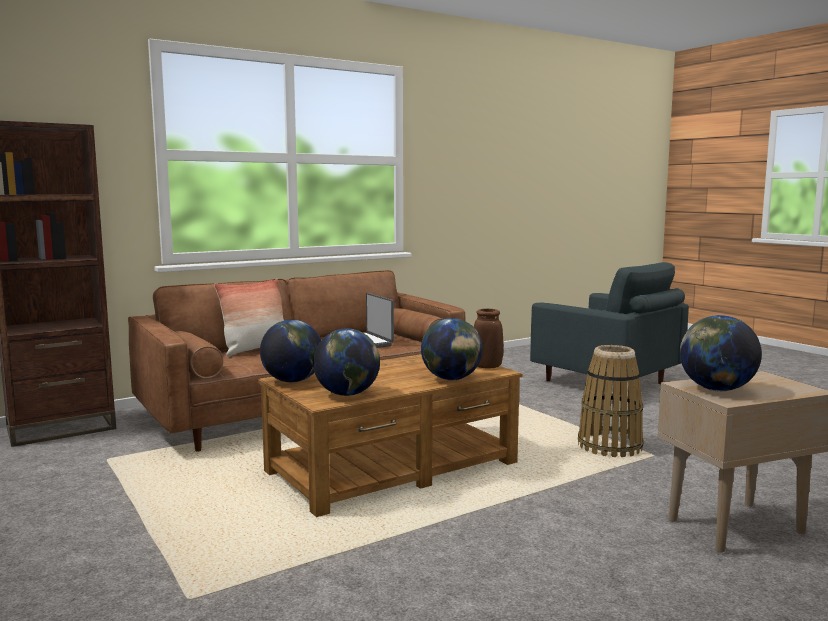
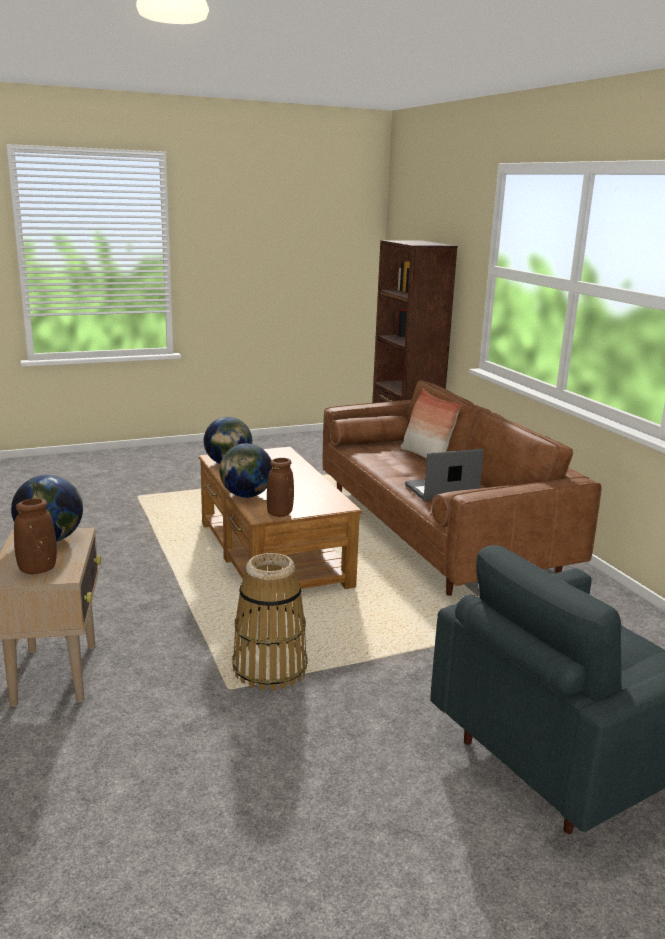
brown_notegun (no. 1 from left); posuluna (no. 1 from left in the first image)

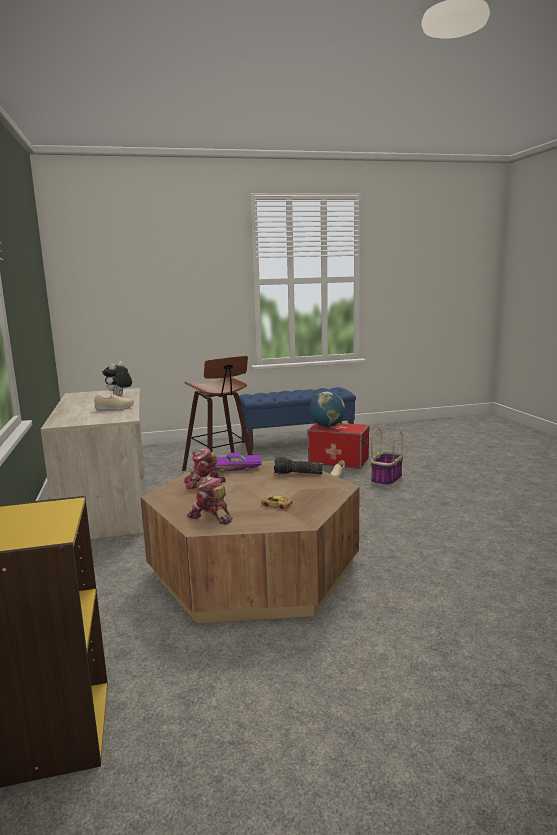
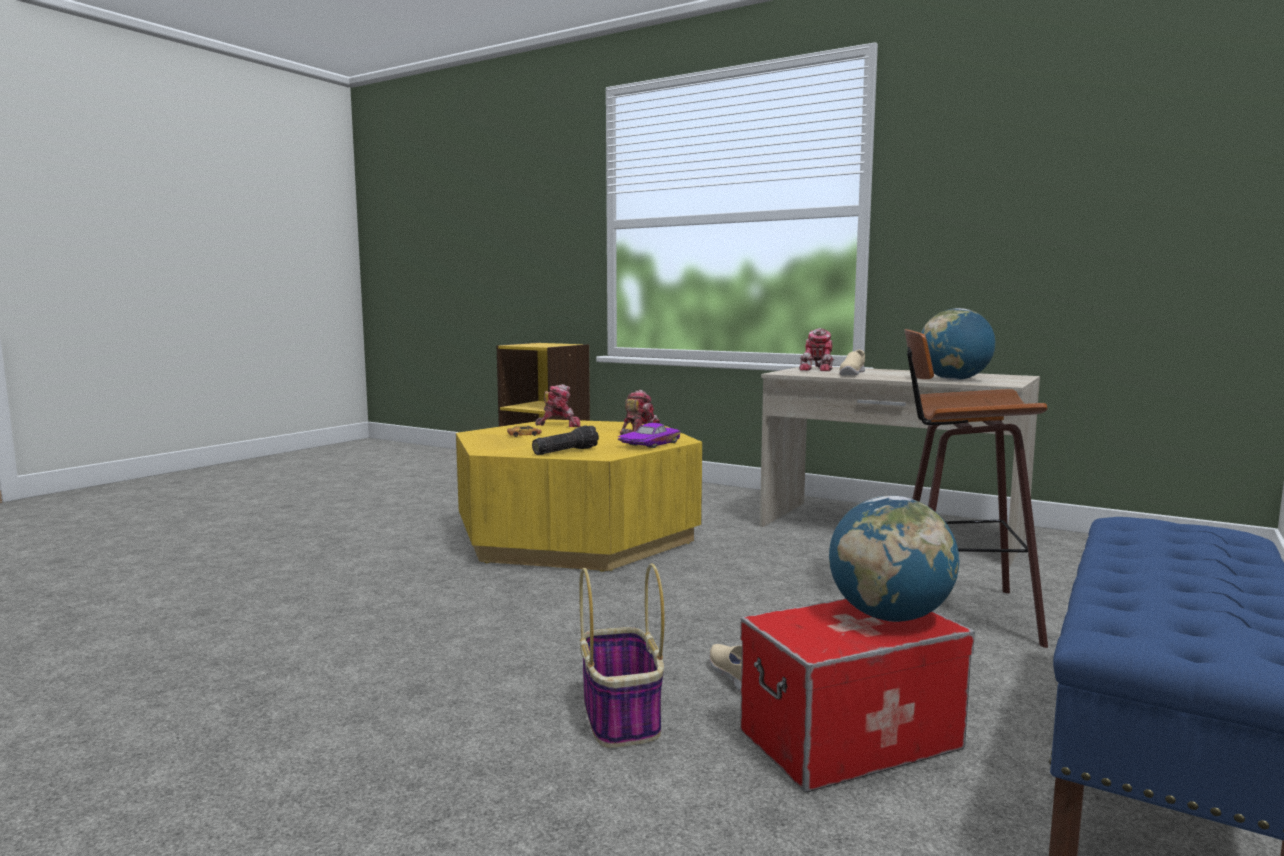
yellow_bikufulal; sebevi (no. 3 from left); posuluna (no. 2 from left)

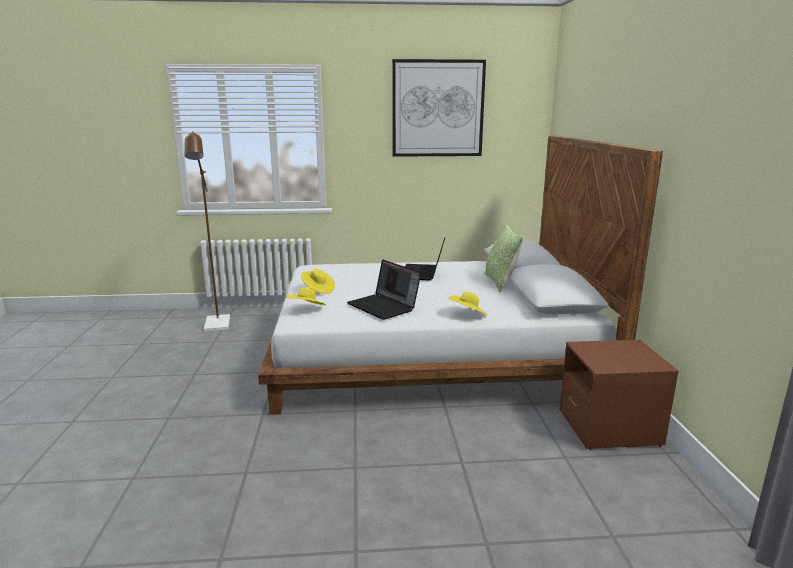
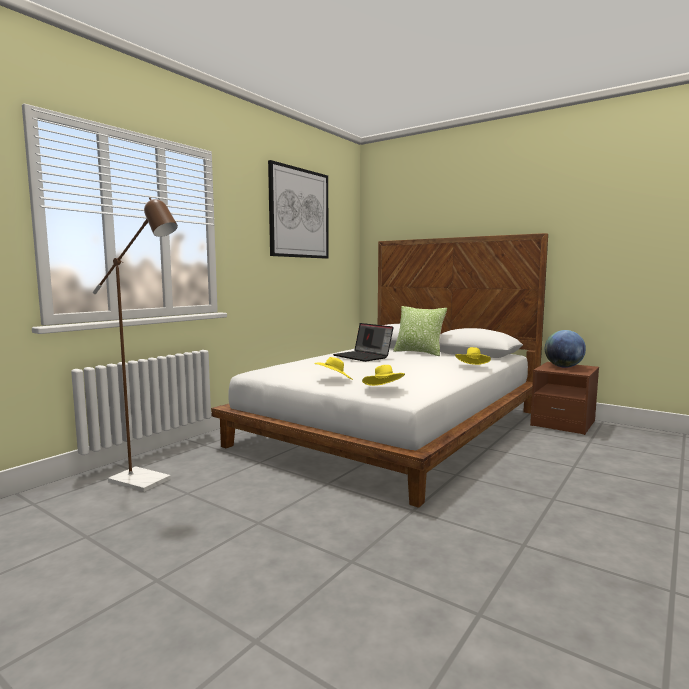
posuluna; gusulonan (no. 1 from left in the first image)

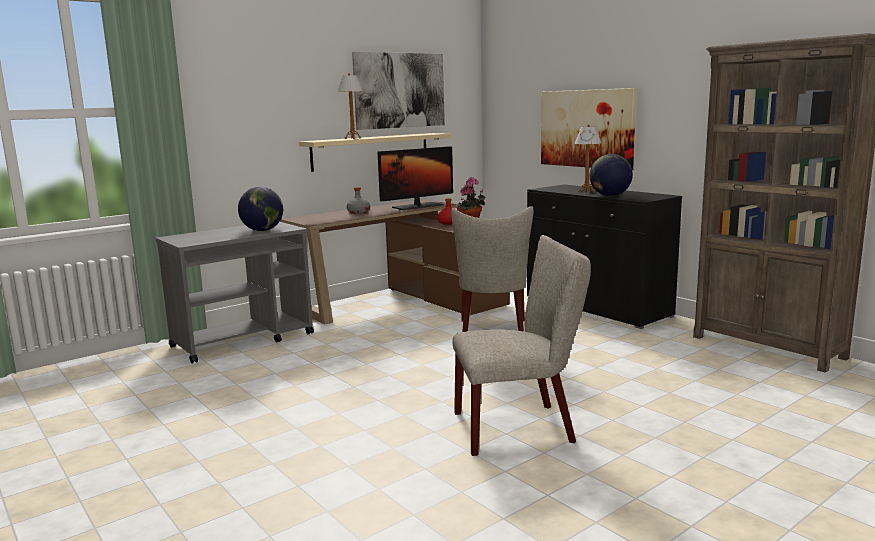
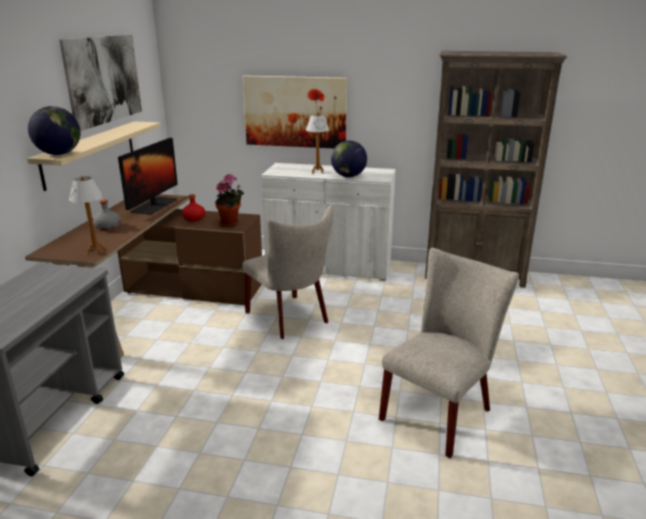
posuluna (no. 1 from left); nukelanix (no. 1 from left); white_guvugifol

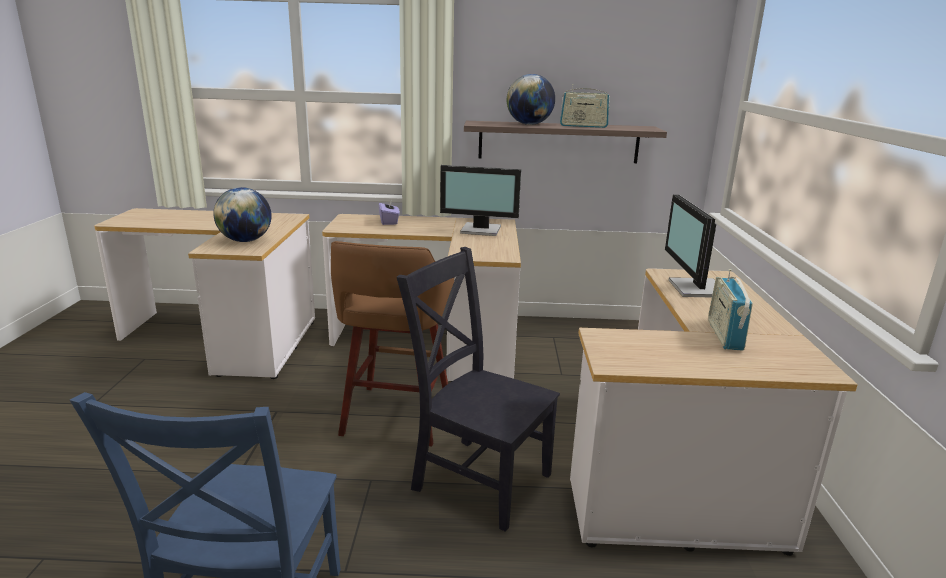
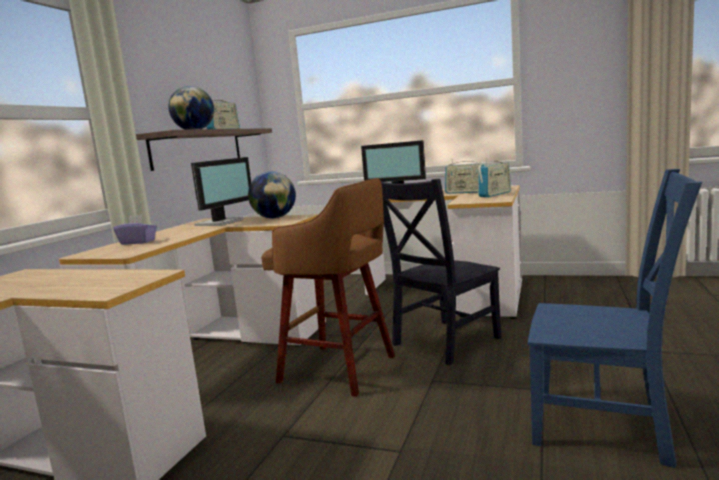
posuluna (no. 2 from left); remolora (no. 3 from left)

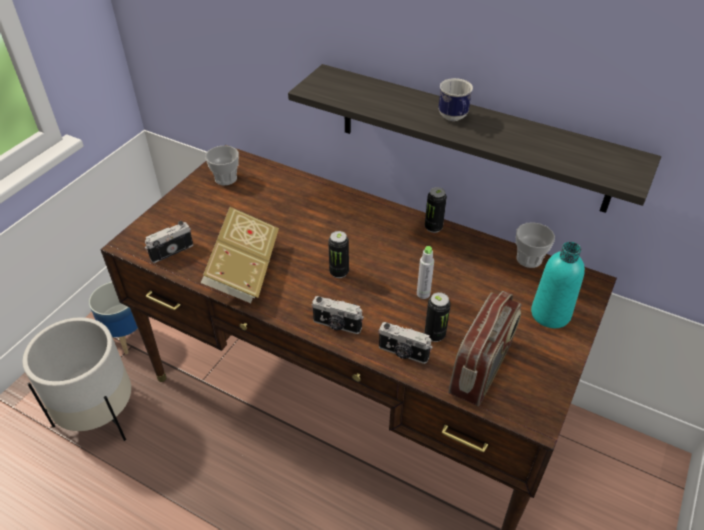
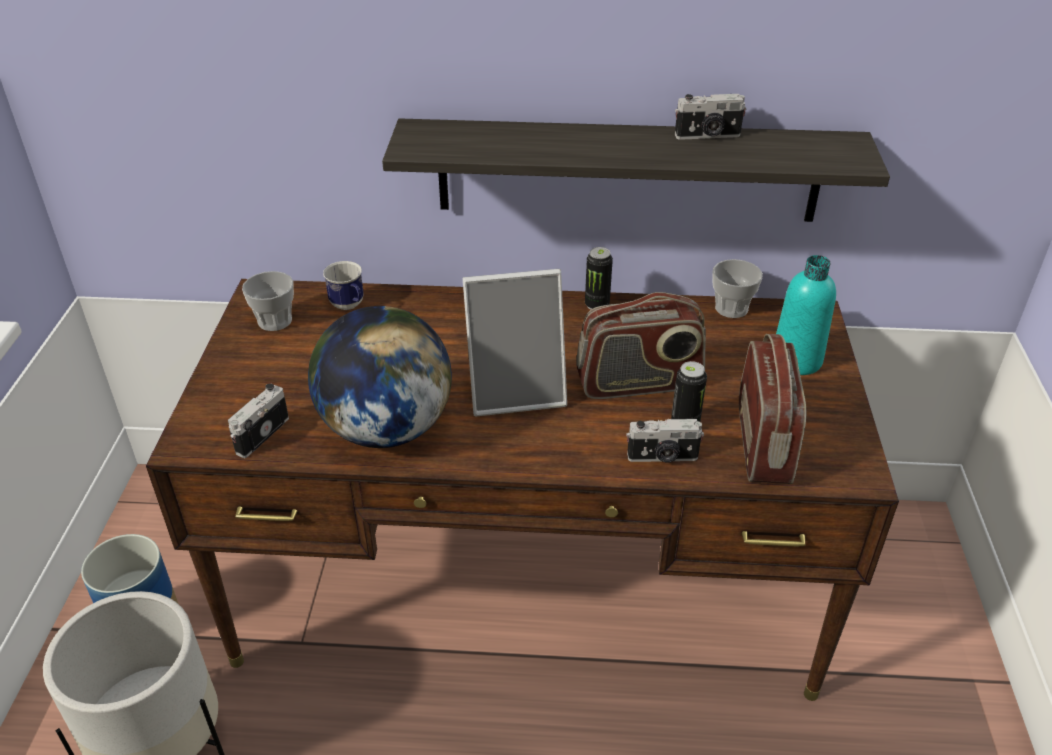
posuluna; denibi; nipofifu; remolora (no. 1 from left); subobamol (no. 3 from left)

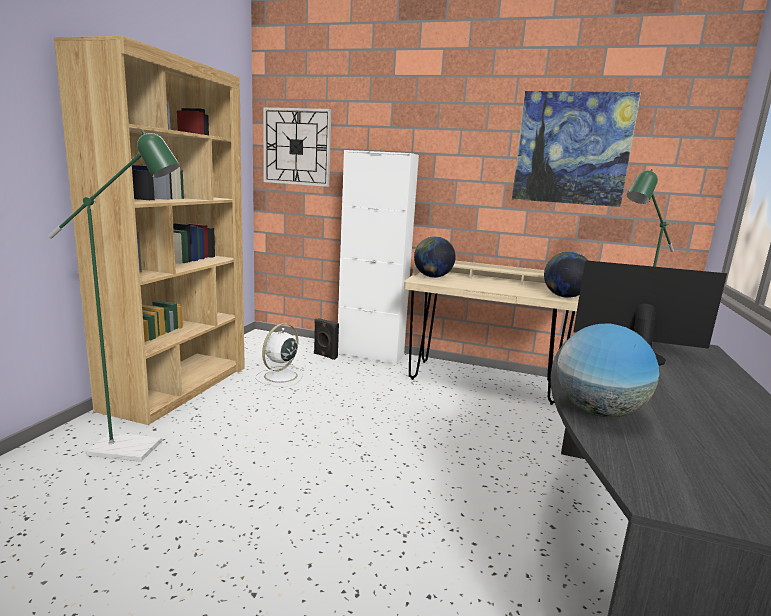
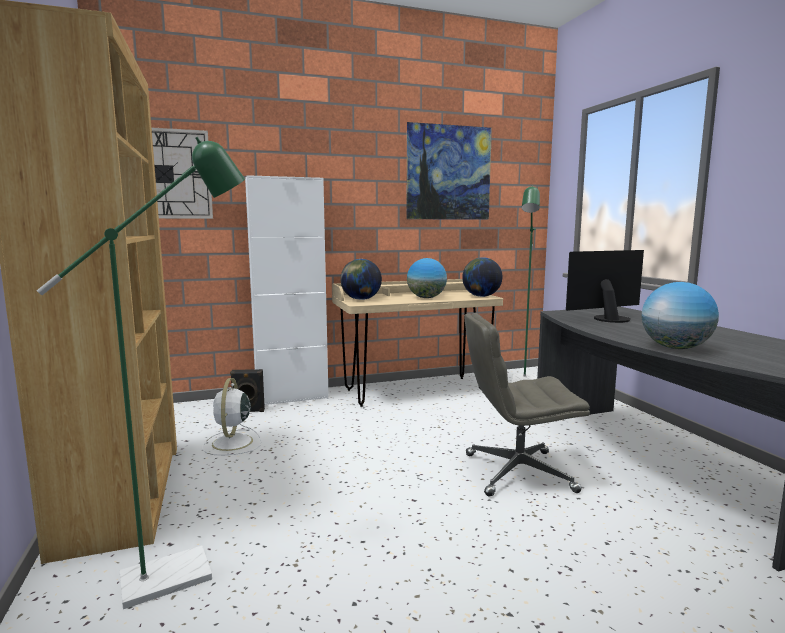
posuluna (no. 2 from left); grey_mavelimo

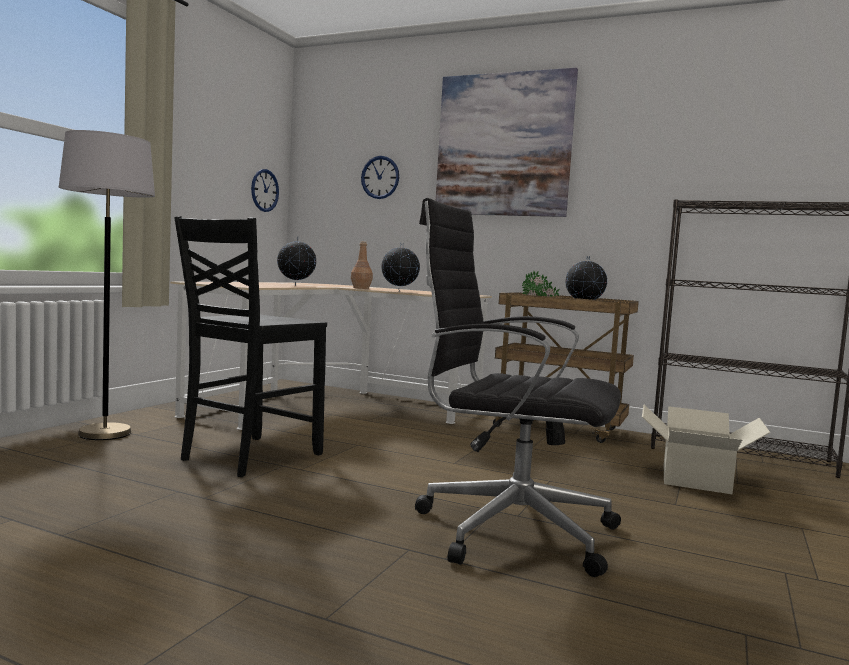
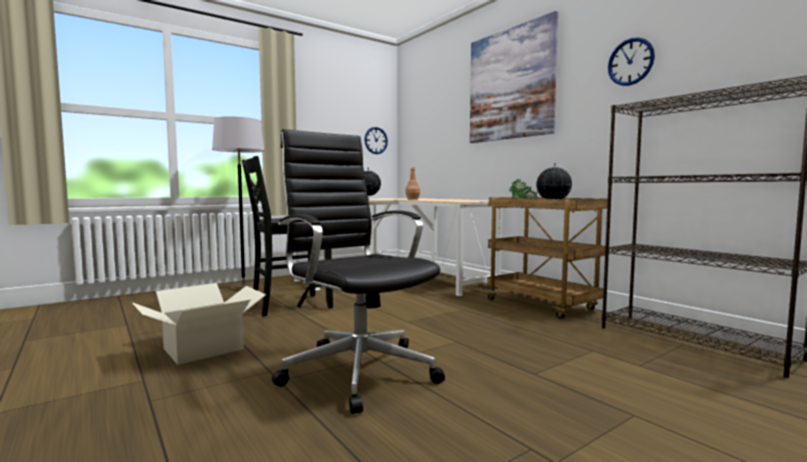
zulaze; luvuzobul (no. 2 from left); posuluna (no. 2 from left in the first image)

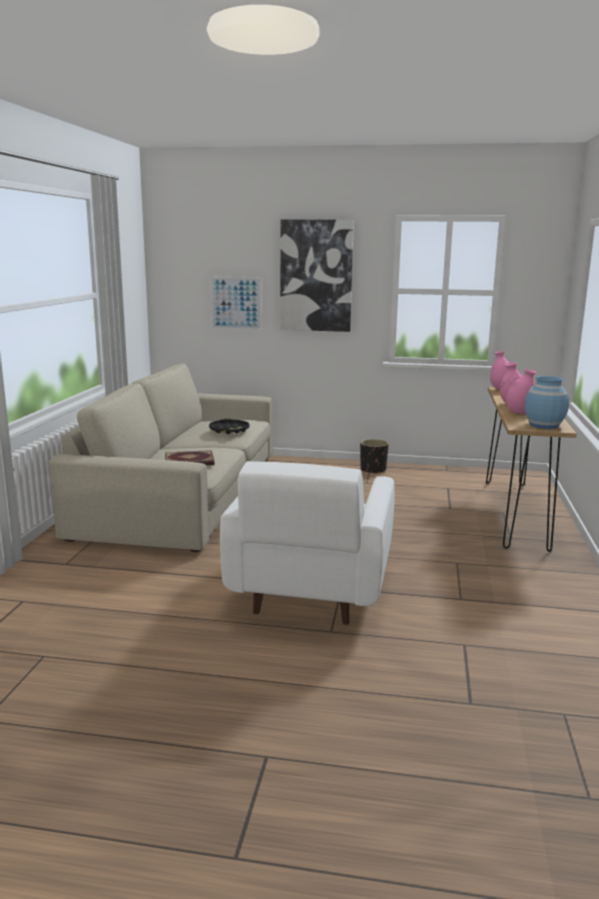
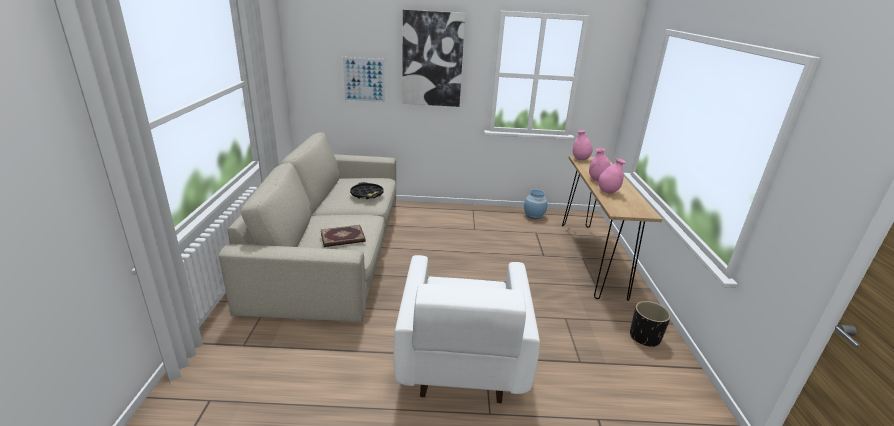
blue_notegun; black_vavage

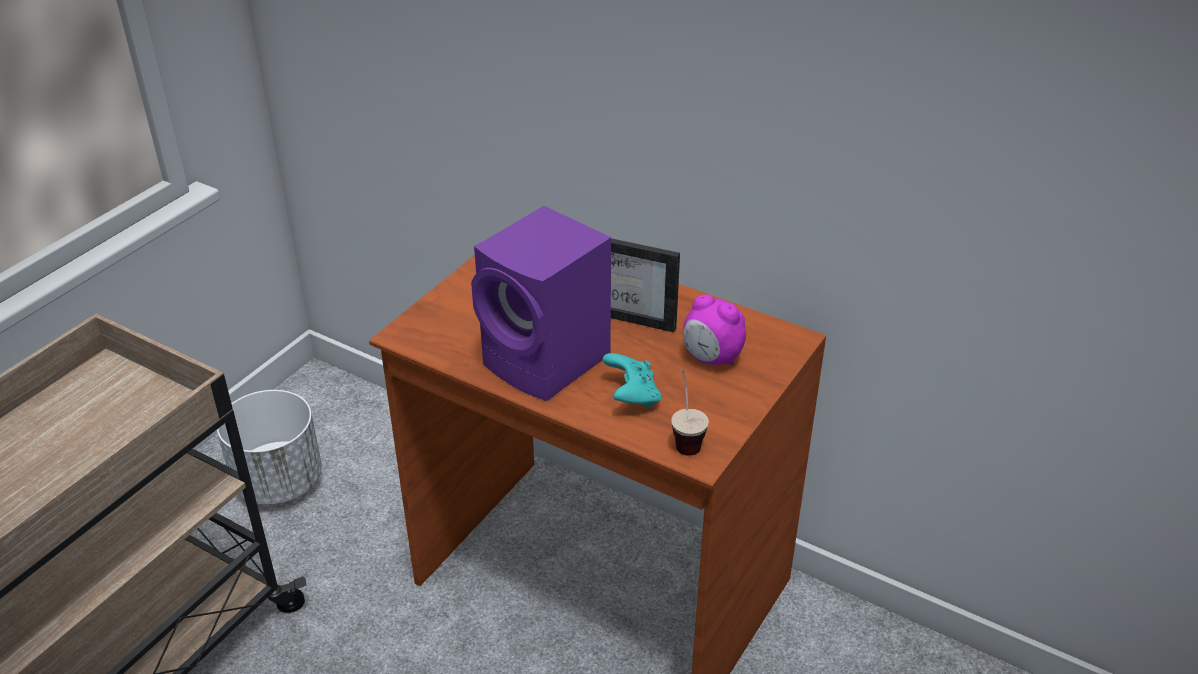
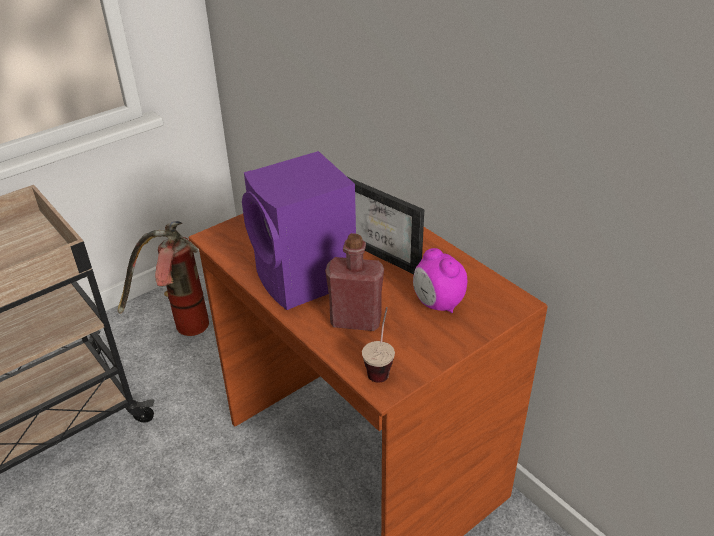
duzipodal; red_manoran

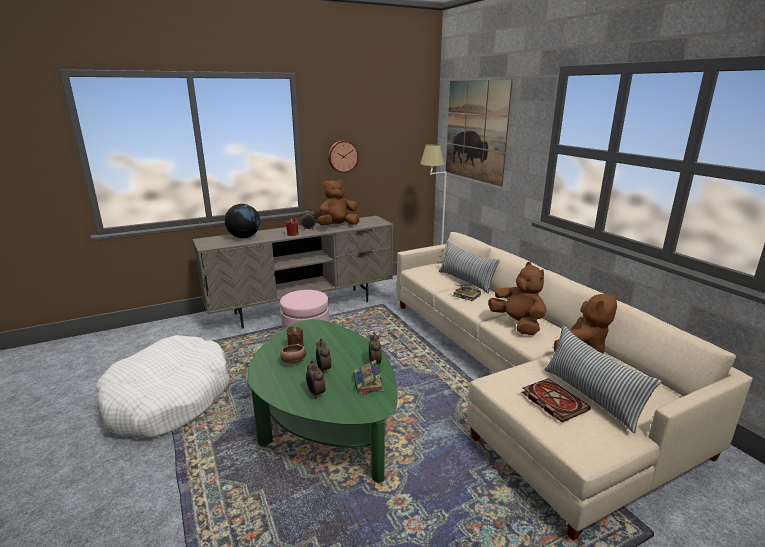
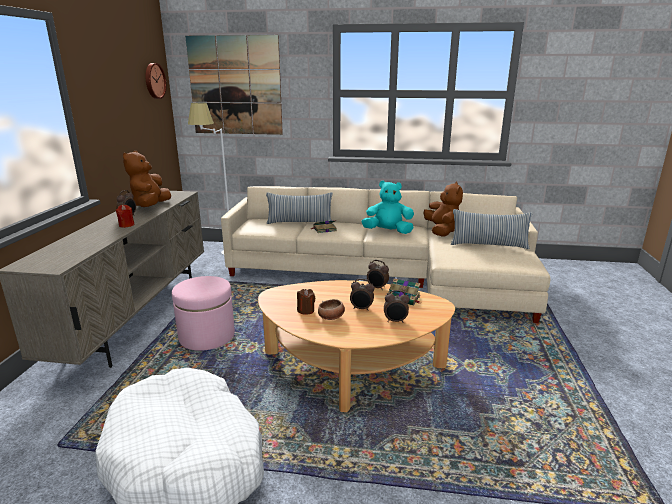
luvuzobul; beige_bikufulal; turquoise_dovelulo; posuluna; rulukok (no. 3 from left in the first image)

